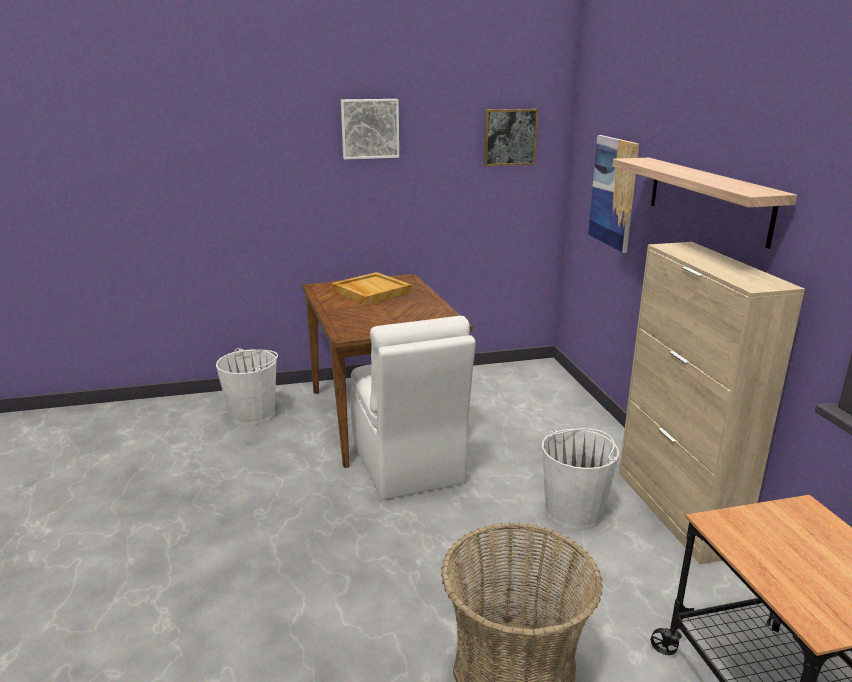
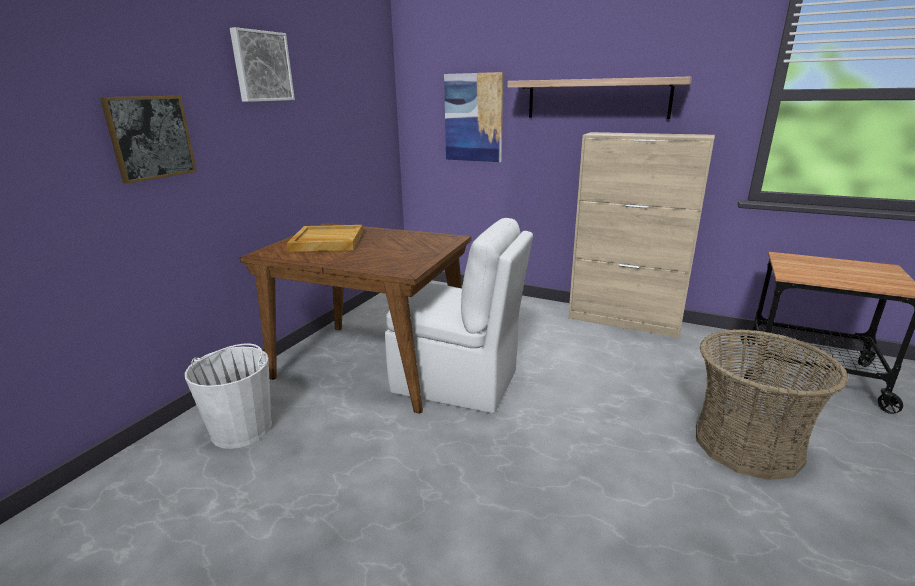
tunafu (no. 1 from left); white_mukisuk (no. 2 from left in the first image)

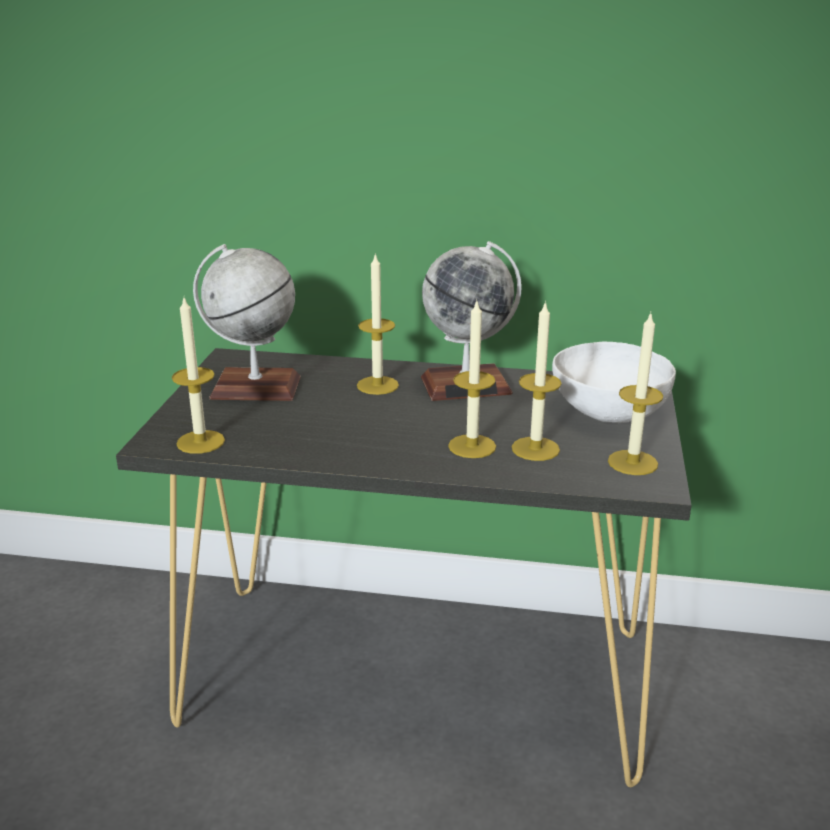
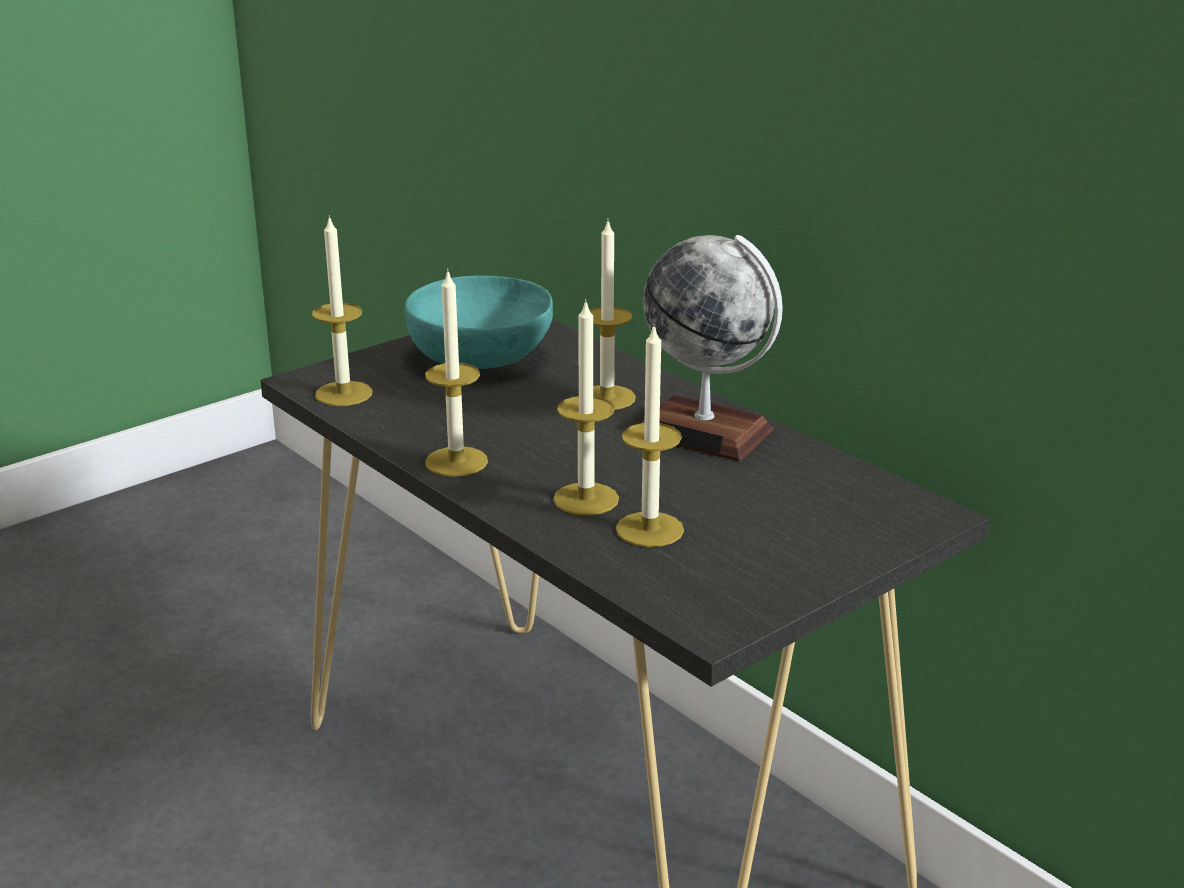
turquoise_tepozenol; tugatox (no. 2 from left); white_tepozenol

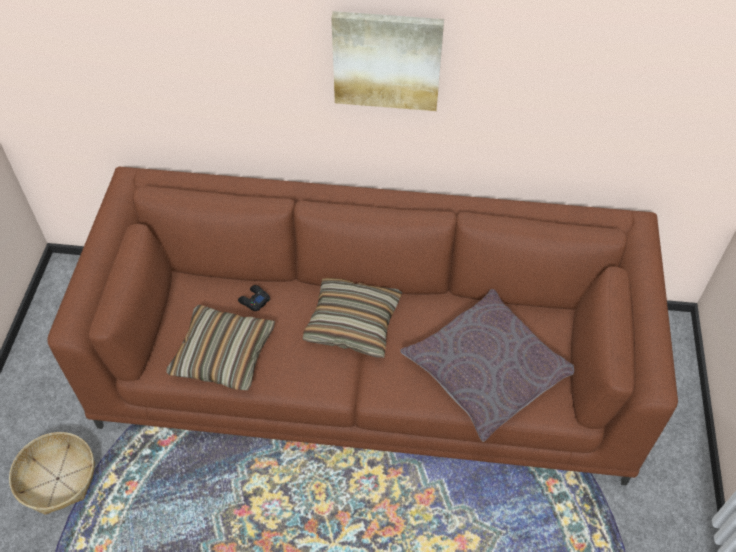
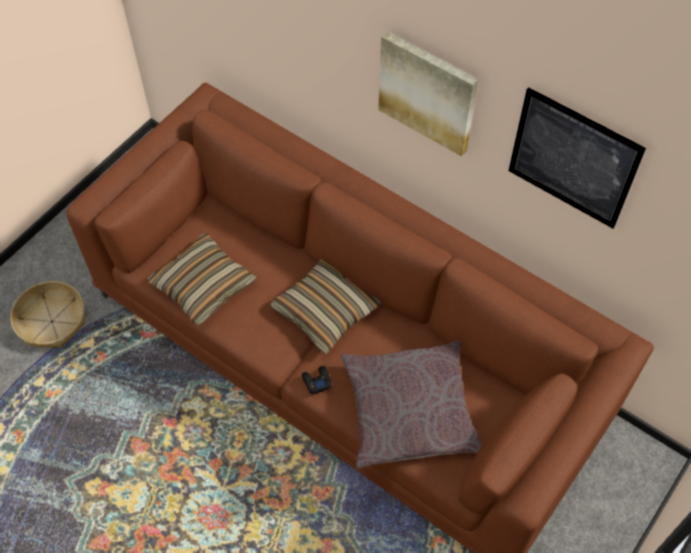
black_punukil; tunafu (no. 2 from left)

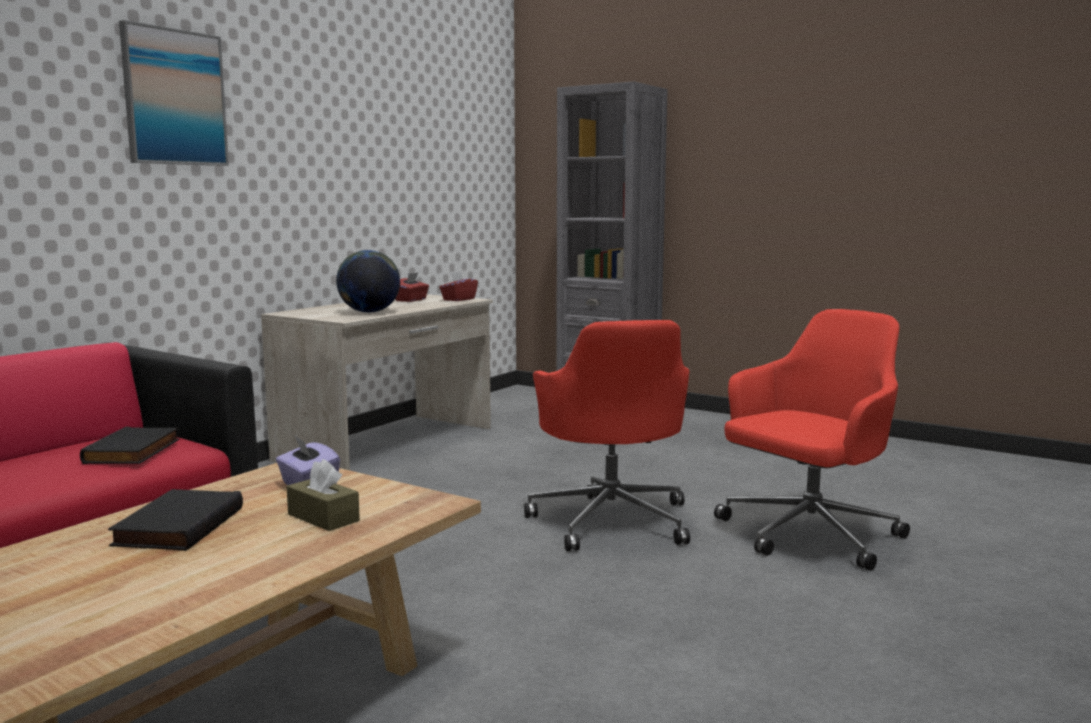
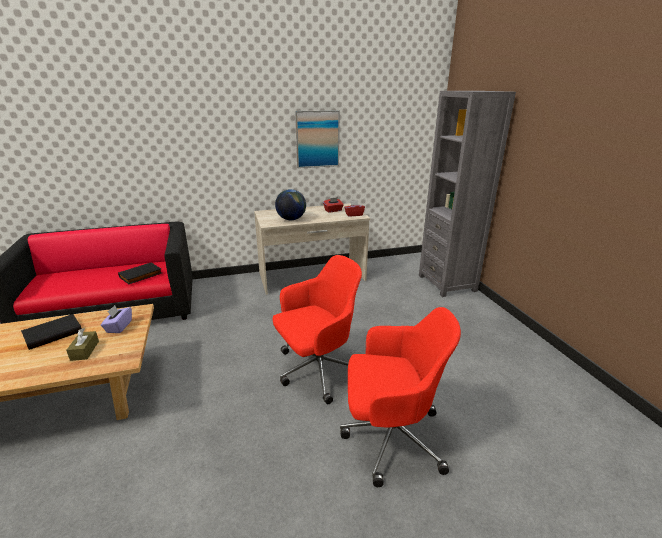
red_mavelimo (no. 1 from left); tunafu

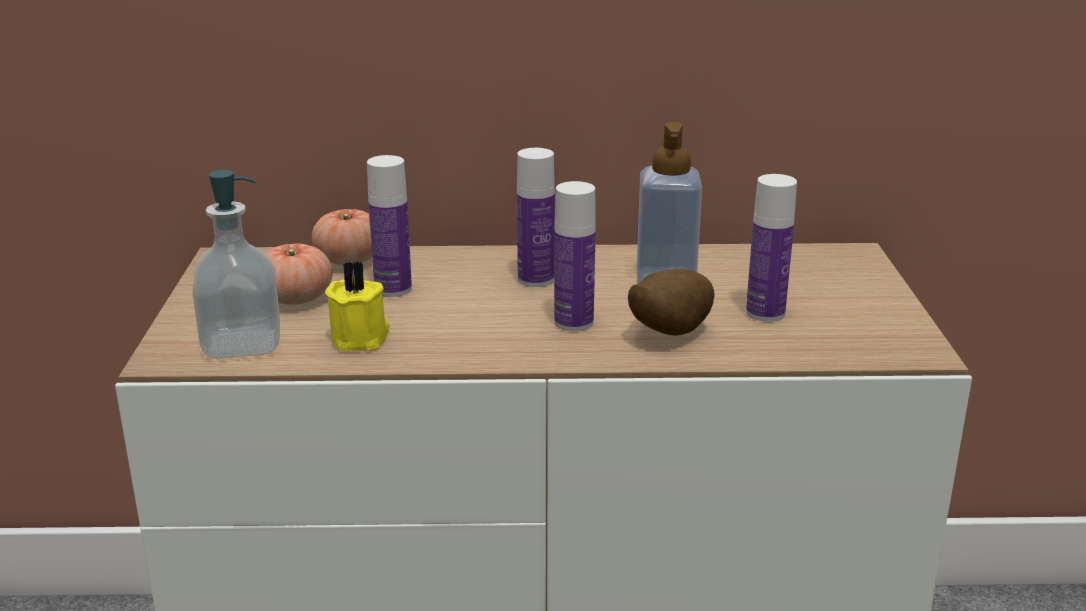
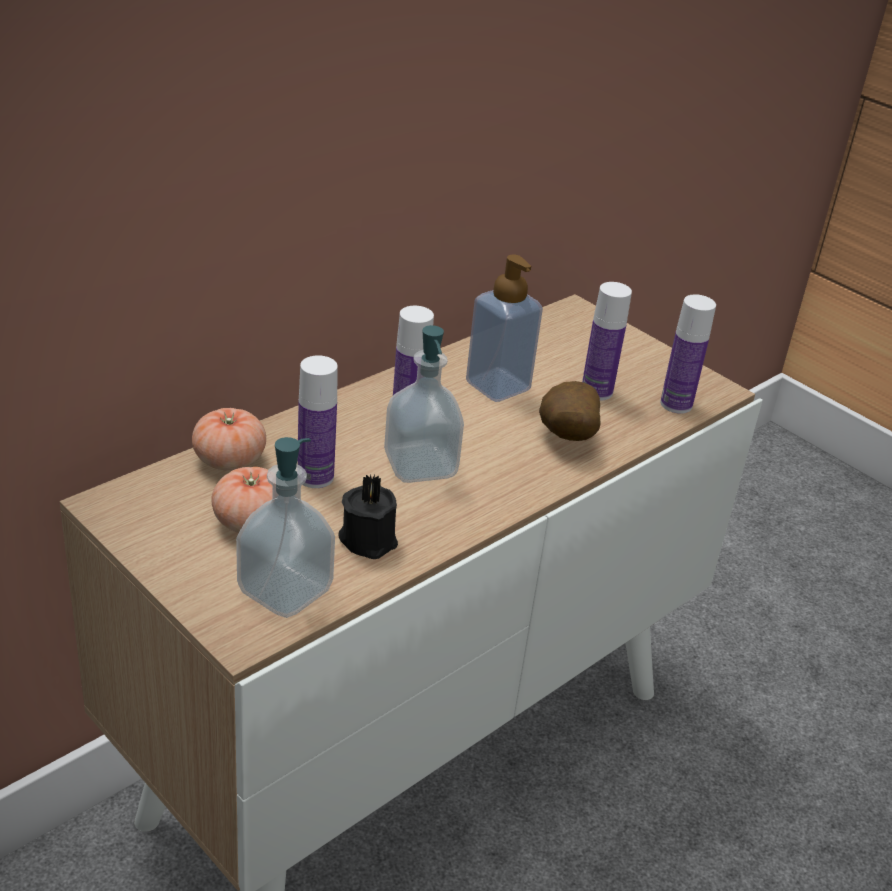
black_tugatox; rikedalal (no. 2 from left); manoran (no. 4 from left)

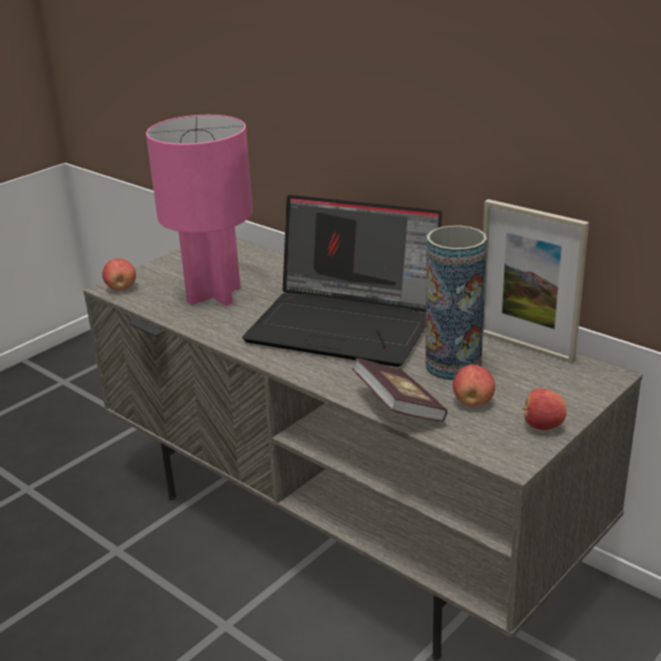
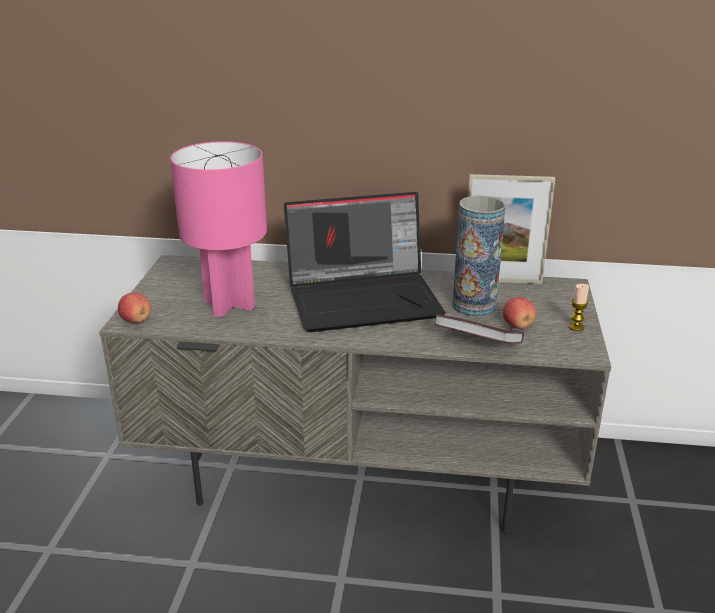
tugatox

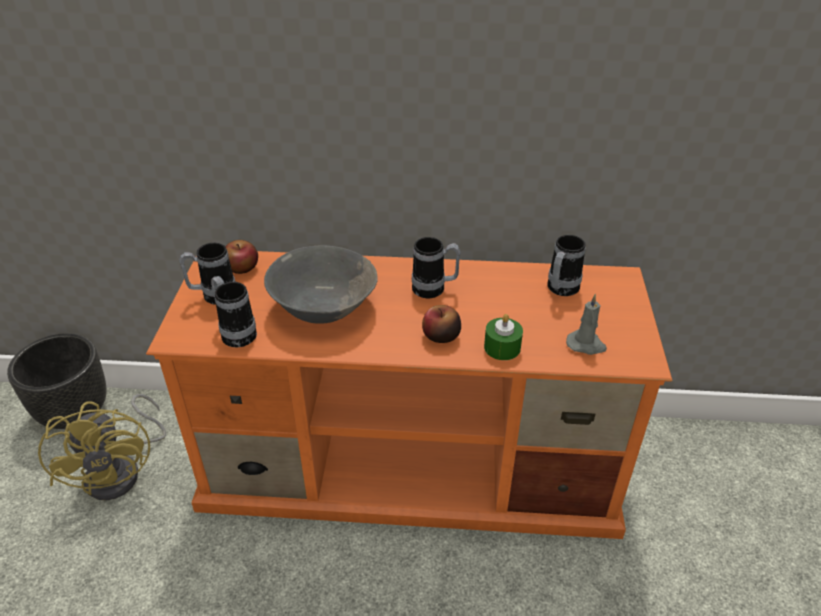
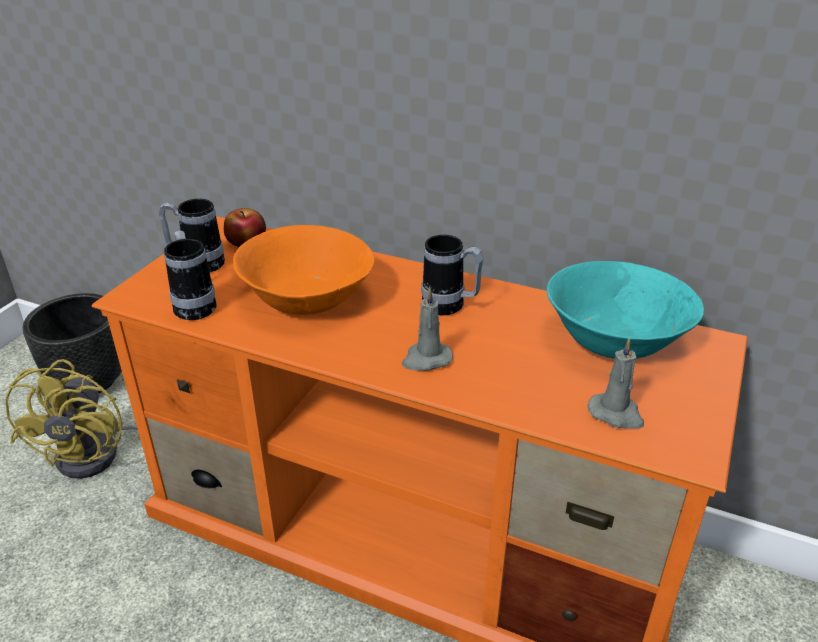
orange_tepozenol; grey_tugatox (no. 1 from left); turquoise_tepozenol; green_tugatox

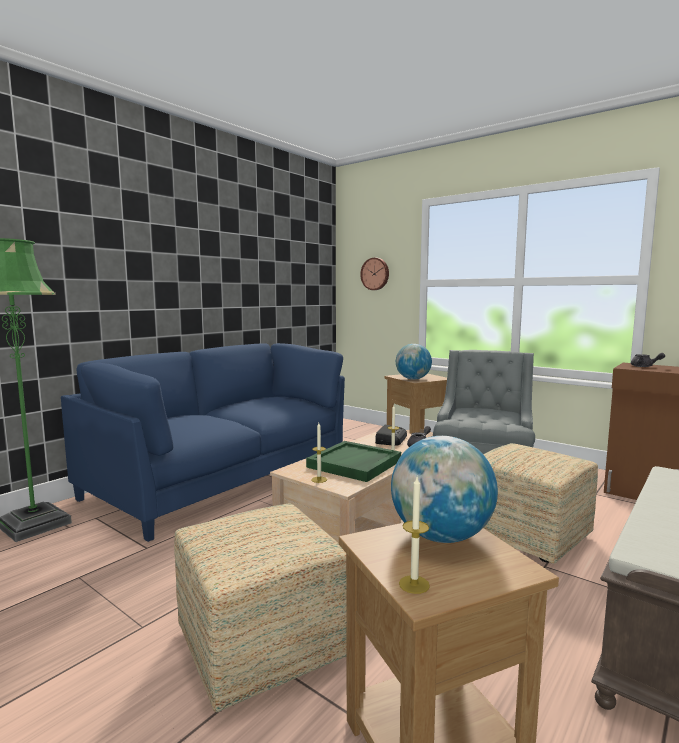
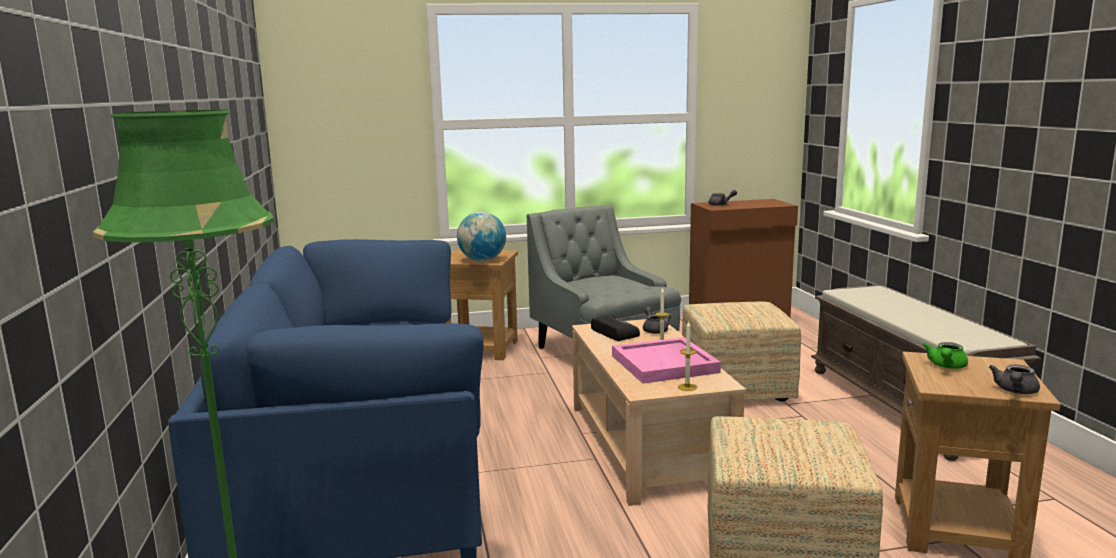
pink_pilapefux; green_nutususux; grey_nutususux (no. 3 from left); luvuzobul

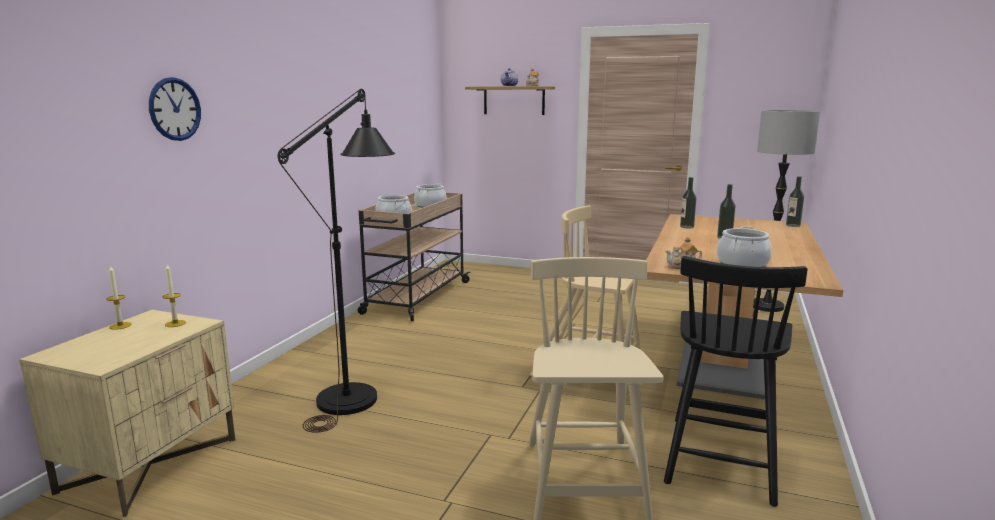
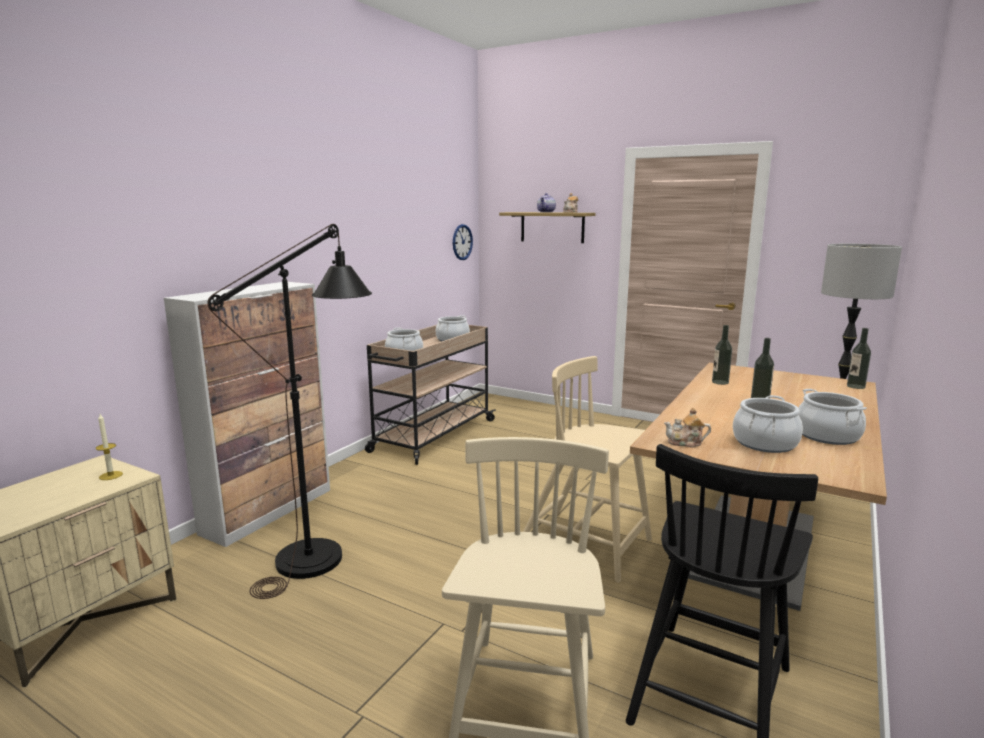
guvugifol; luvuzobul; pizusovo (no. 4 from left); tugatox (no. 1 from left in the first image)

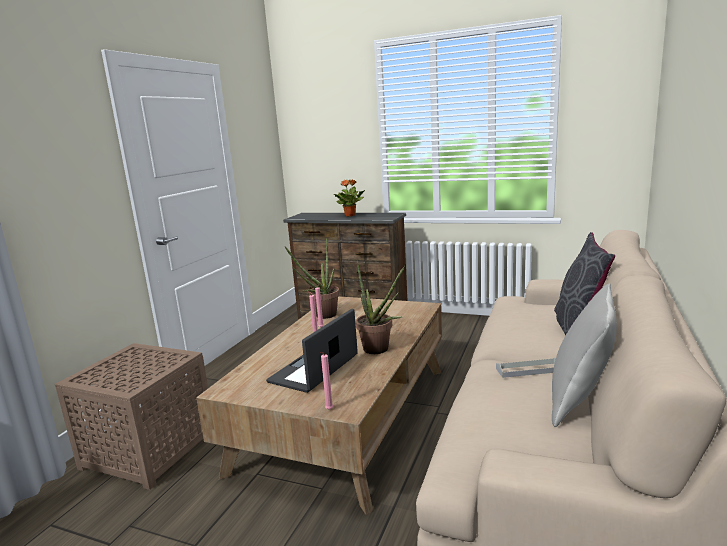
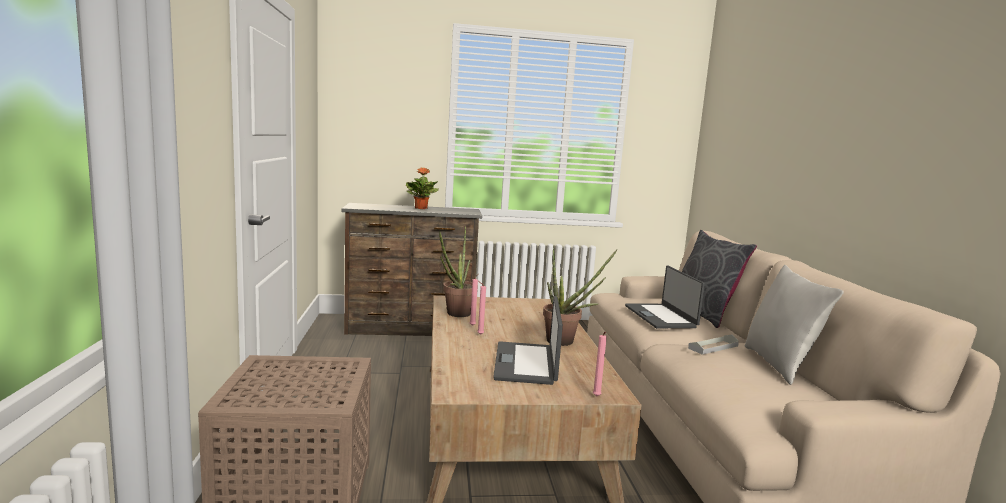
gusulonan (no. 2 from left)

